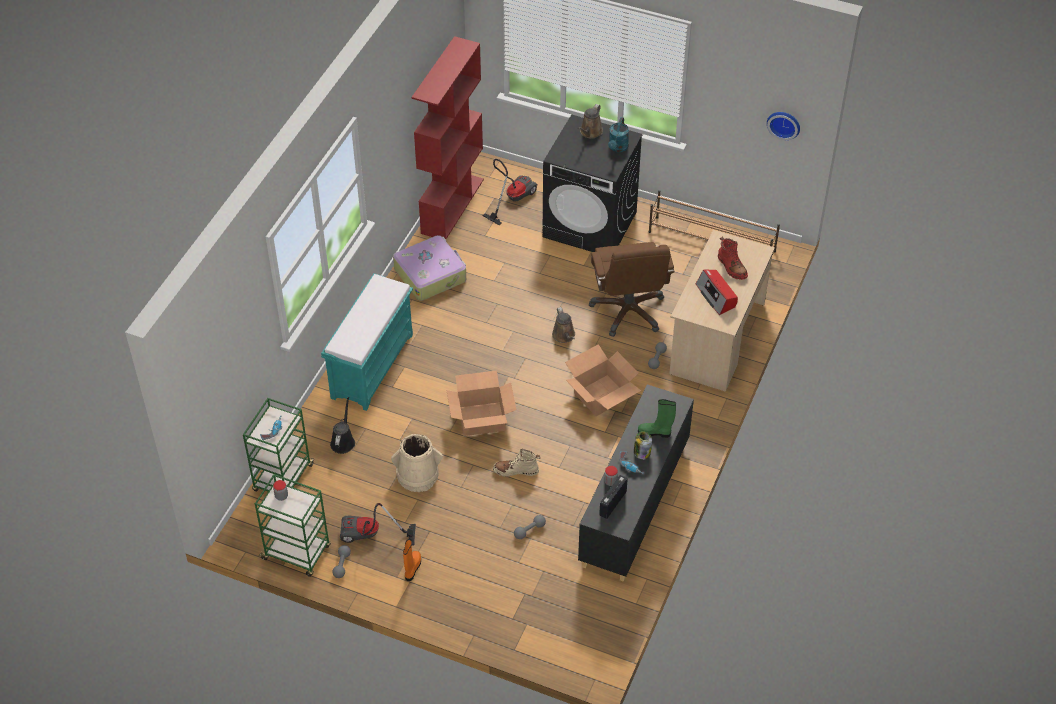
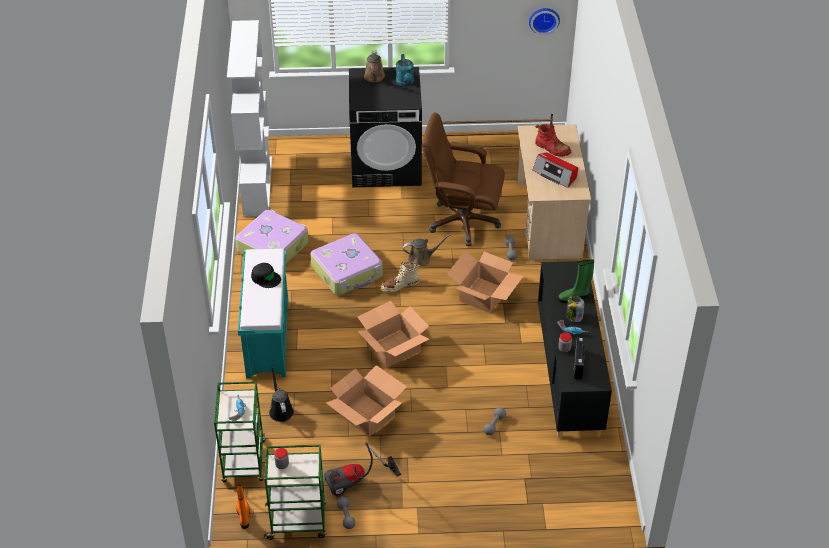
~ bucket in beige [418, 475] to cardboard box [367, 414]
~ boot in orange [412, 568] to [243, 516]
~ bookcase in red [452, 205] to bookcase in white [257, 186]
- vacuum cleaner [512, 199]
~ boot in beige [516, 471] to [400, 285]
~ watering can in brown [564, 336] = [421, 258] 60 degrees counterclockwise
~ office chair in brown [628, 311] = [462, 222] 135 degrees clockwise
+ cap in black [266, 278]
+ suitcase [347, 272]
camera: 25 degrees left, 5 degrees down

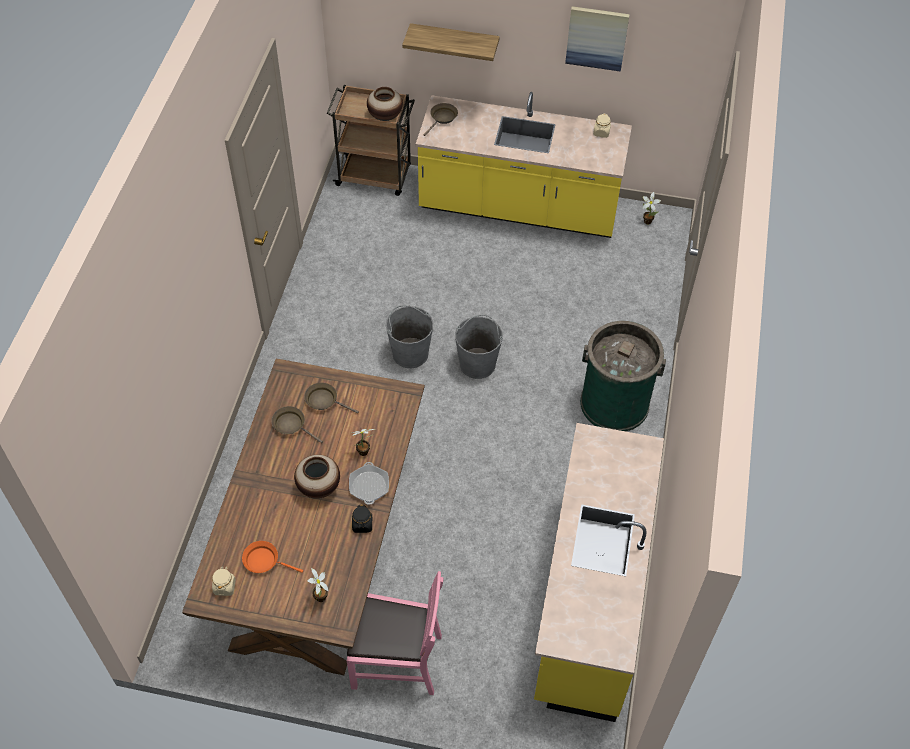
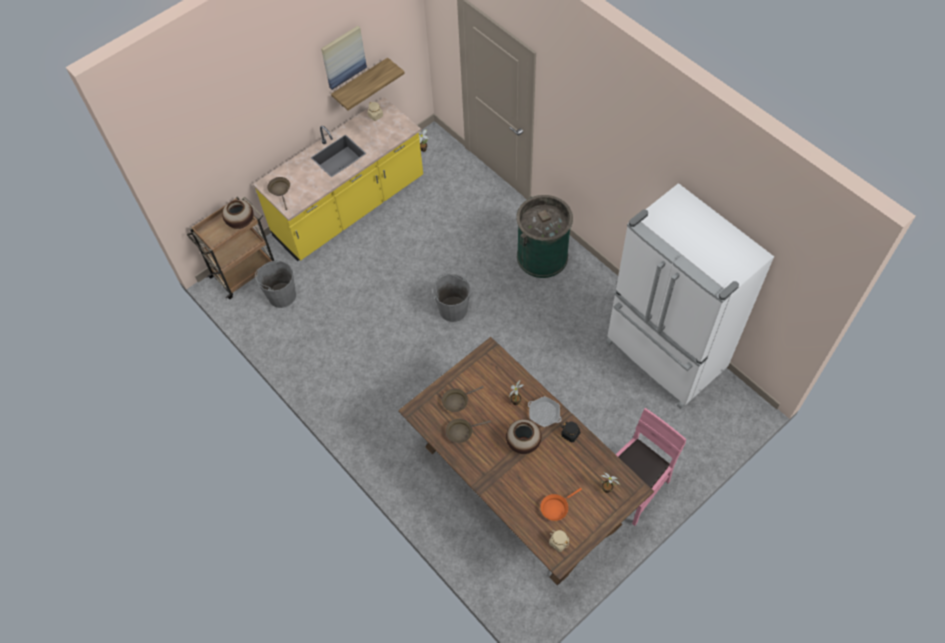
~ bucket in grey [410, 353] to [281, 295]
~ shelf [454, 41] to [361, 83]
~ counter in yellow [589, 598] to fridge in white [664, 357]
camera: 50 degrees left, 5 degrees up

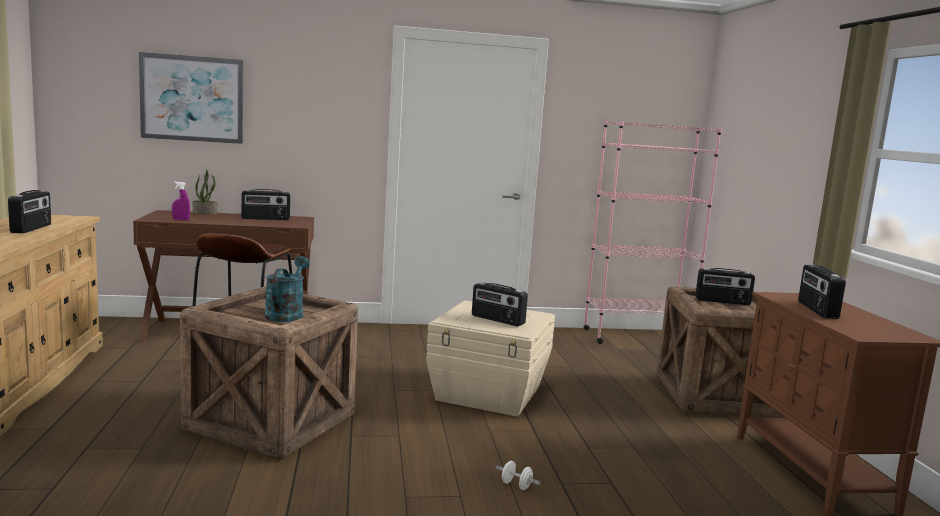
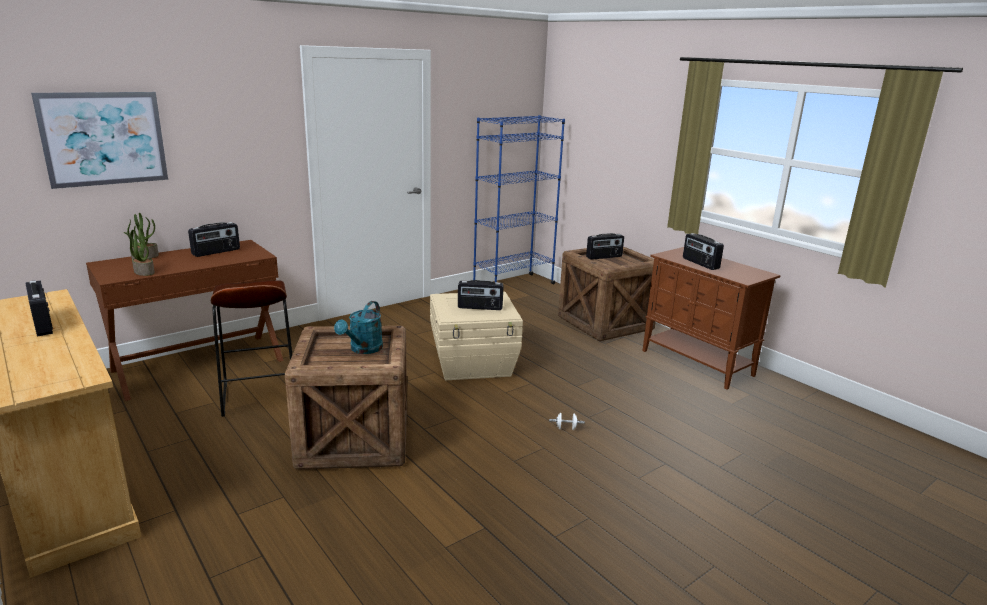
~ spray bottle in purple [181, 220] to potted plant [143, 272]
~ watering can in turquoise [286, 314] = [363, 350] 135 degrees counterclockwise
~ bookcase in pink [637, 337] to bookcase in blue [513, 286]
camera: 30 degrees left, 10 degrees up

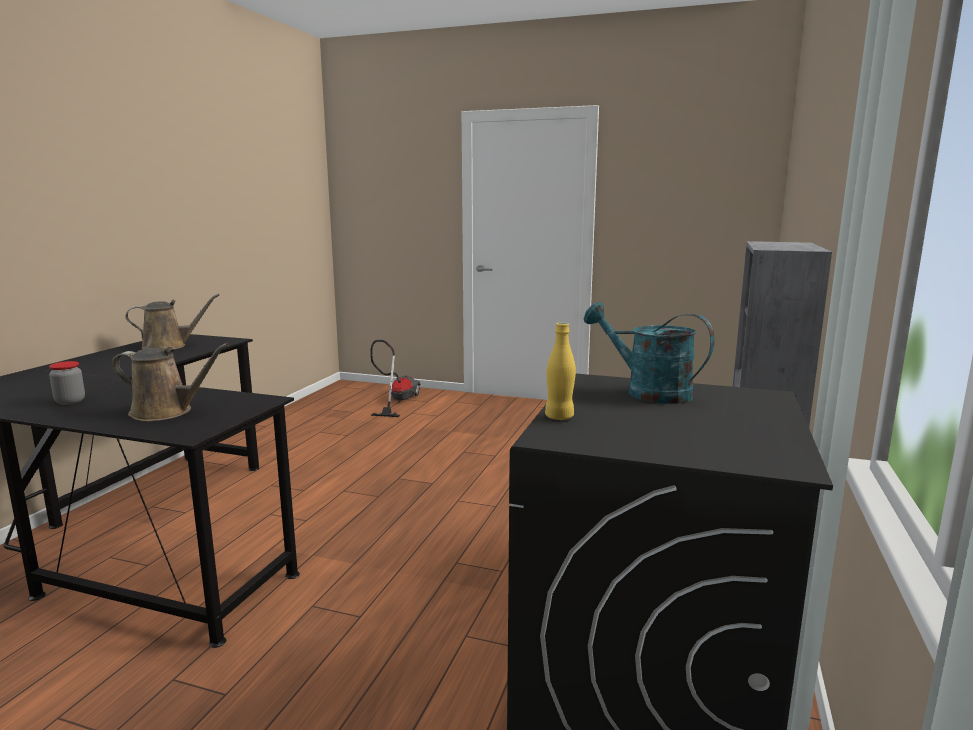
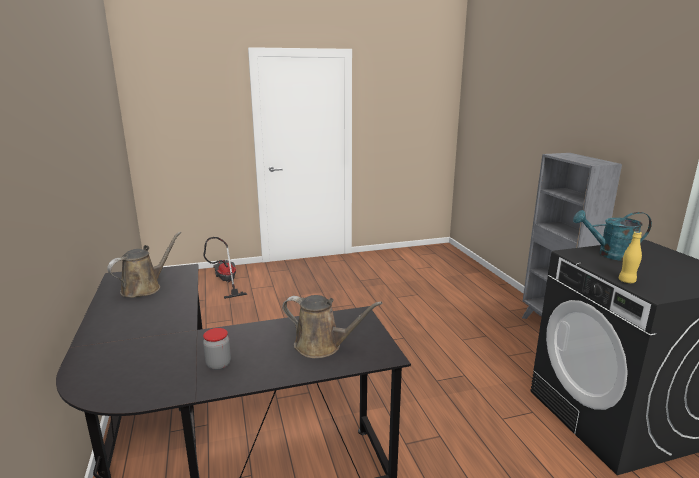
~ watering can in brown [166, 412] = [322, 346] 45 degrees clockwise
camera: 35 degrees left, 5 degrees up

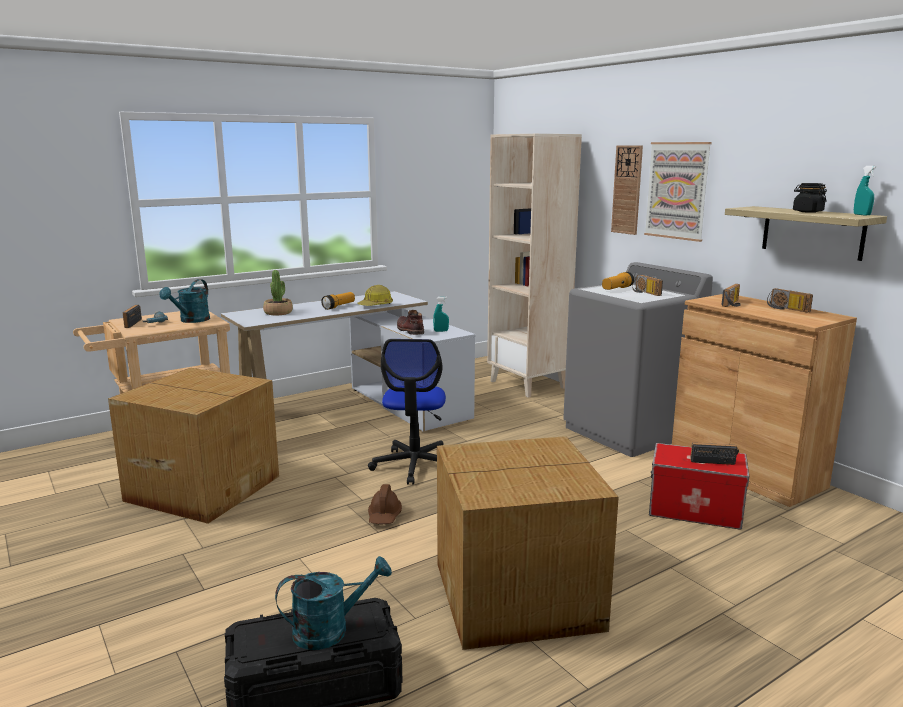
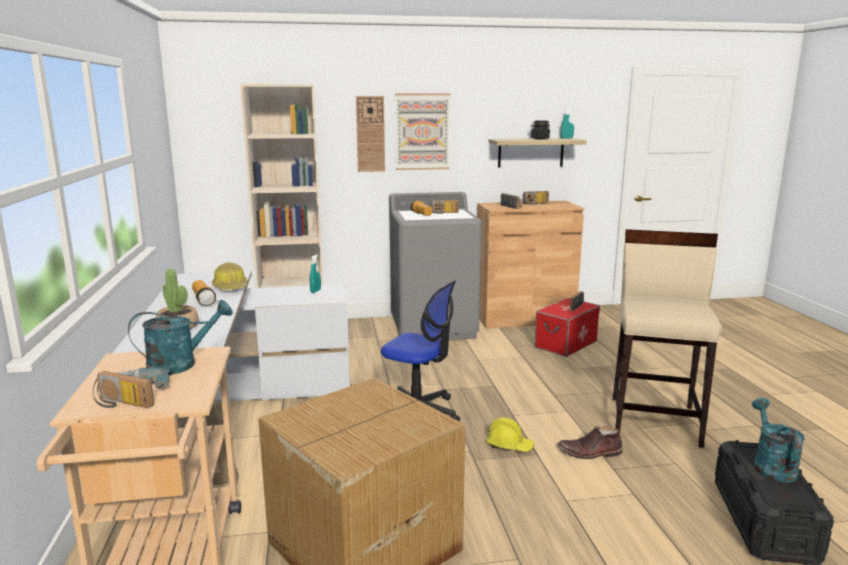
~ watering can in turquoise [191, 320] = [181, 364] 75 degrees counterclockwise
~ hard hat in brown [384, 516] to hard hat in yellow [510, 446]
~ boot in brown [409, 330] to [590, 453]
~ cardboard box [519, 596] to stool in beige [655, 420]
camera: 65 degrees left, 0 degrees up

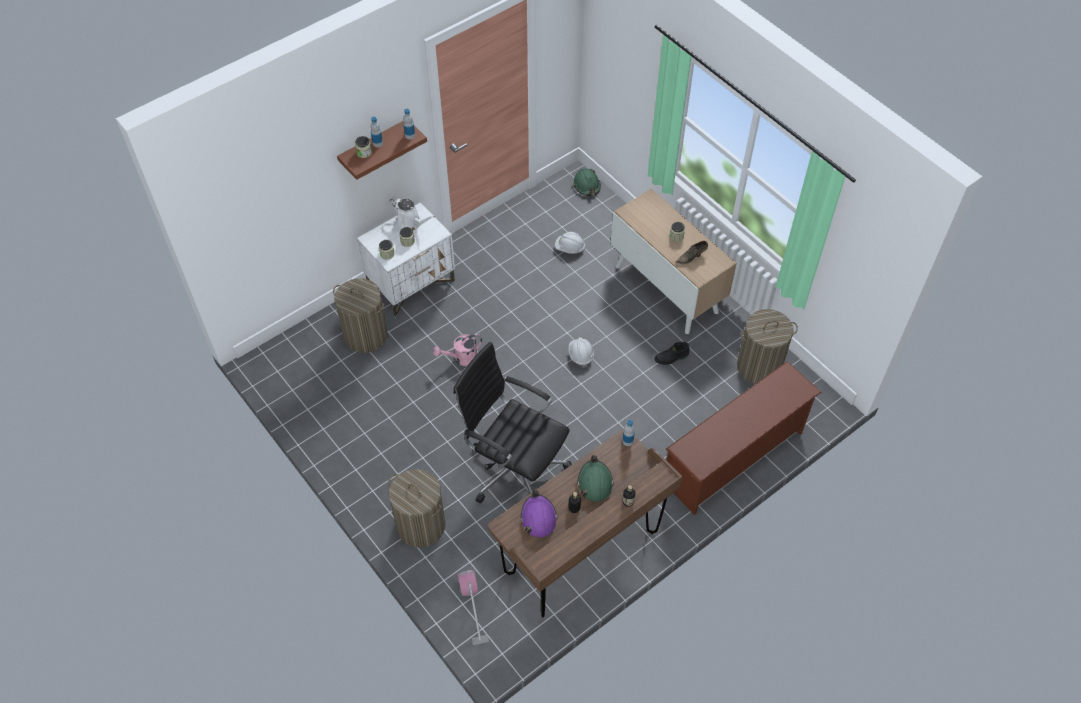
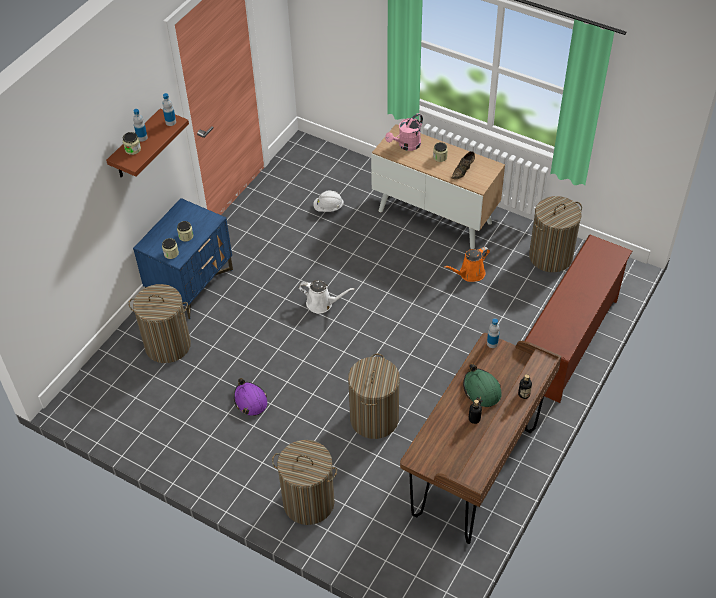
~ nightstand in white [411, 283] to nightstand in blue [191, 284]
~ watering can in white [411, 224] to [322, 304]
~ watering can in pink [461, 359] to [406, 145]
~ office chair in black [515, 468] to laundry basket [374, 418]
- vacuum cleaner [473, 608]
~ hard hat in purple [538, 518] to [250, 401]
- hard hat in white [580, 355]
- hard hat in green [587, 185]
~ boot in black [671, 358] to watering can in orange [470, 274]
camera: 20 degrees left, 5 degrees down

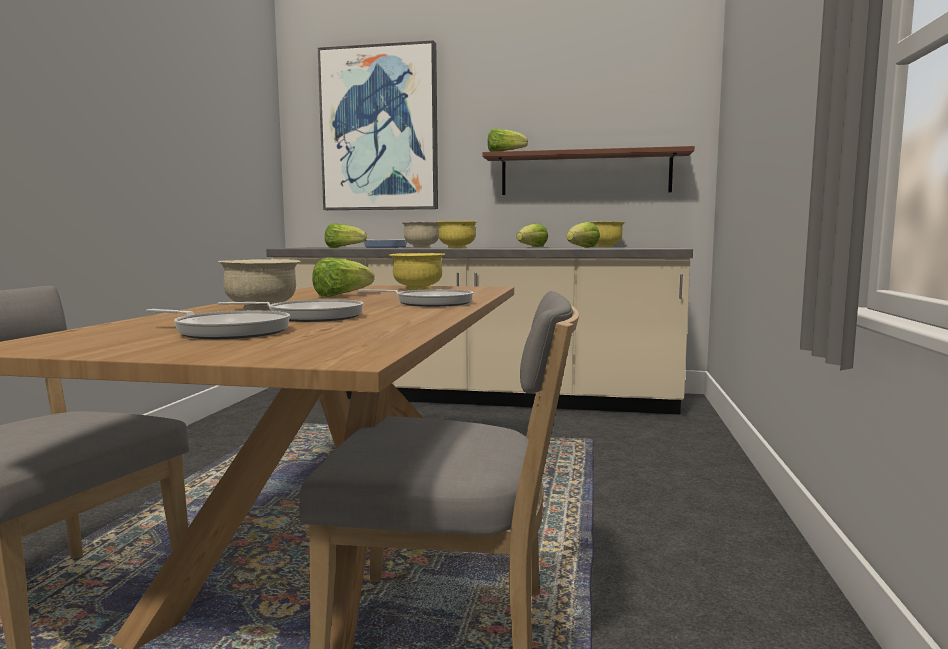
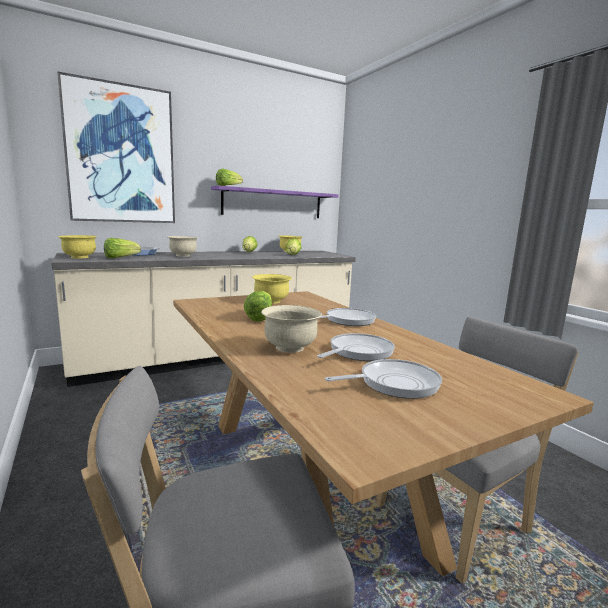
~ bowl in yellow [456, 248] to [79, 257]
~ shelf in brown [585, 173] to shelf in purple [273, 203]
camera: 40 degrees left, 5 degrees up

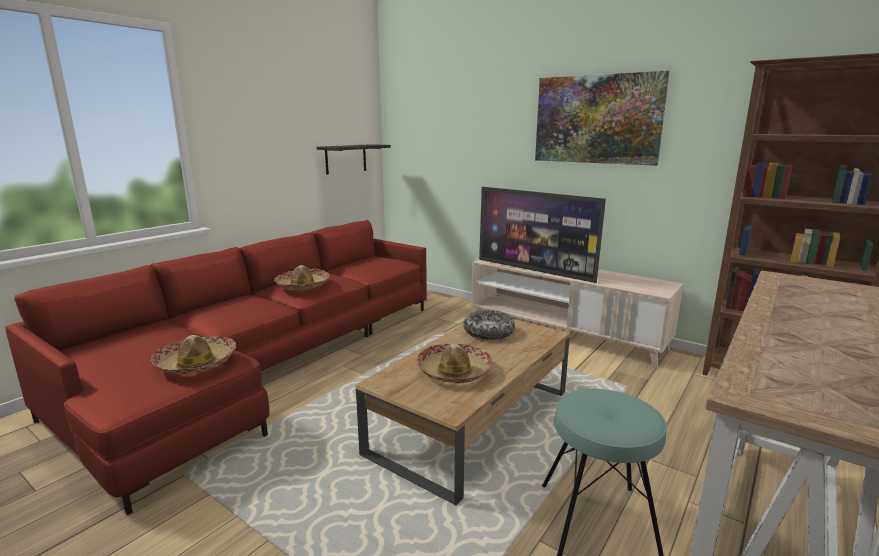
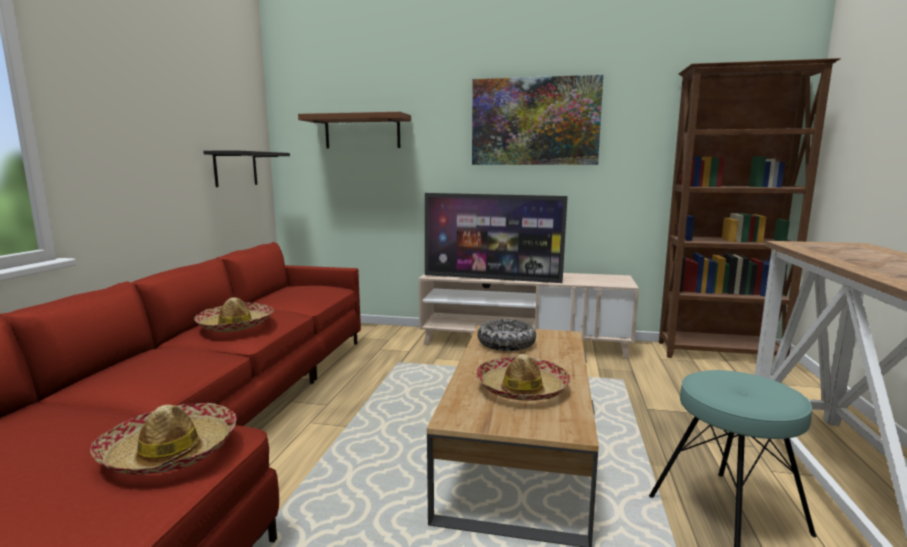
+ shelf in brown [362, 132]
camera: 25 degrees left, 5 degrees down

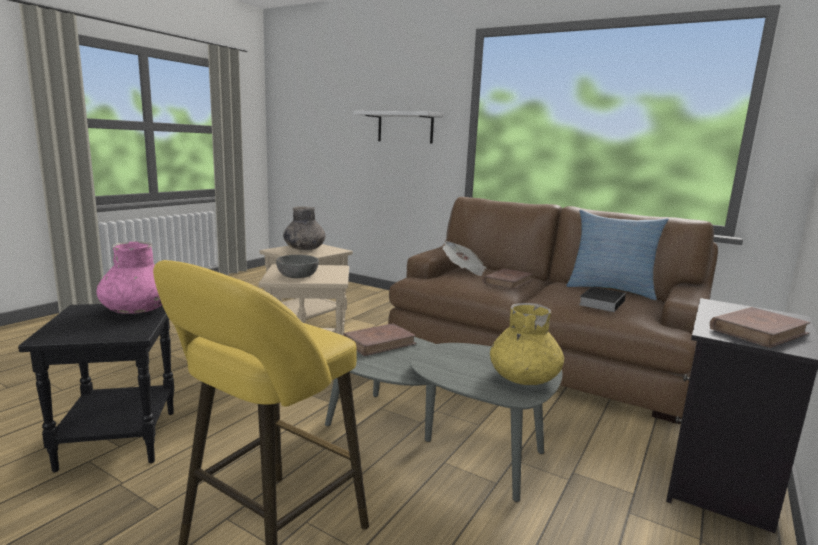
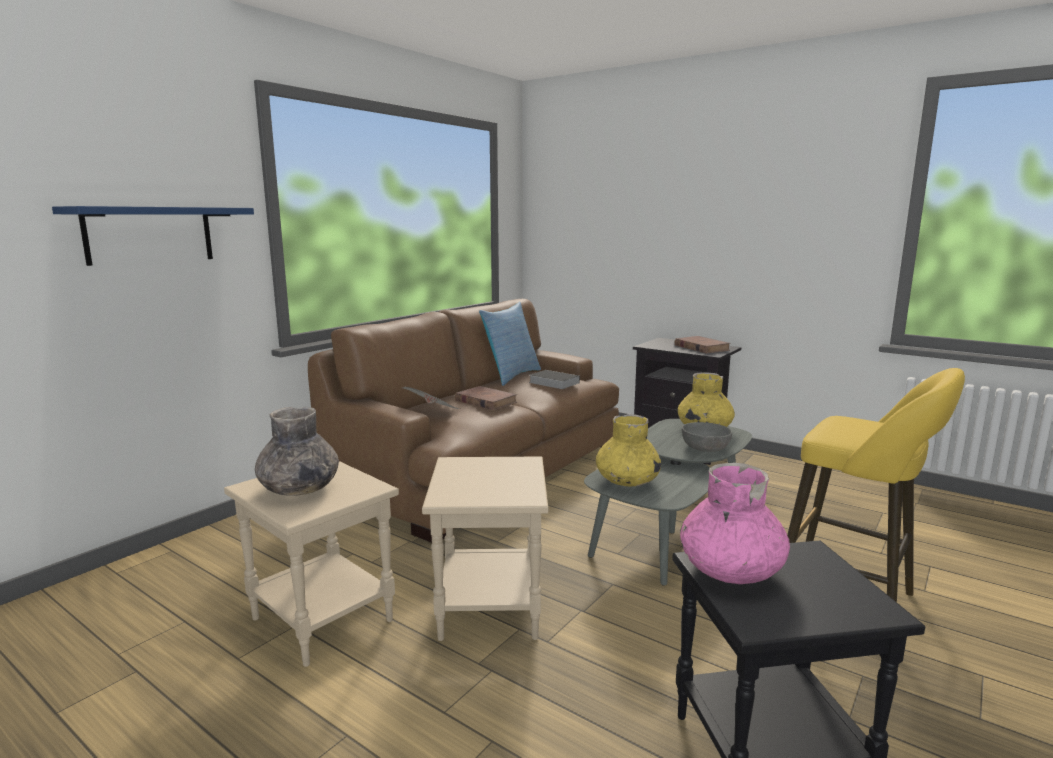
~ bowl in grey [297, 275] to [705, 447]
~ book in brown [379, 343] to vase in yellow [627, 481]
~ shelf in white [405, 127] to shelf in blue [150, 235]
camera: 85 degrees left, 0 degrees up

